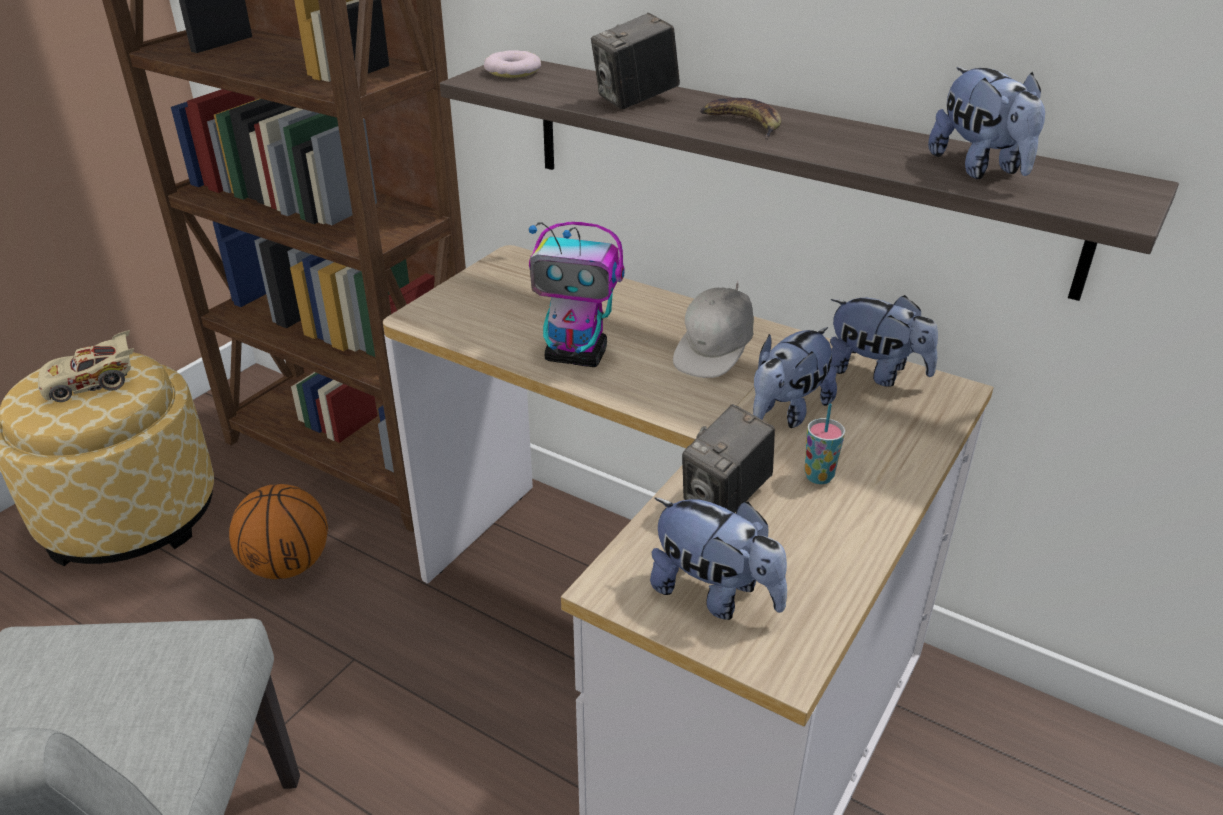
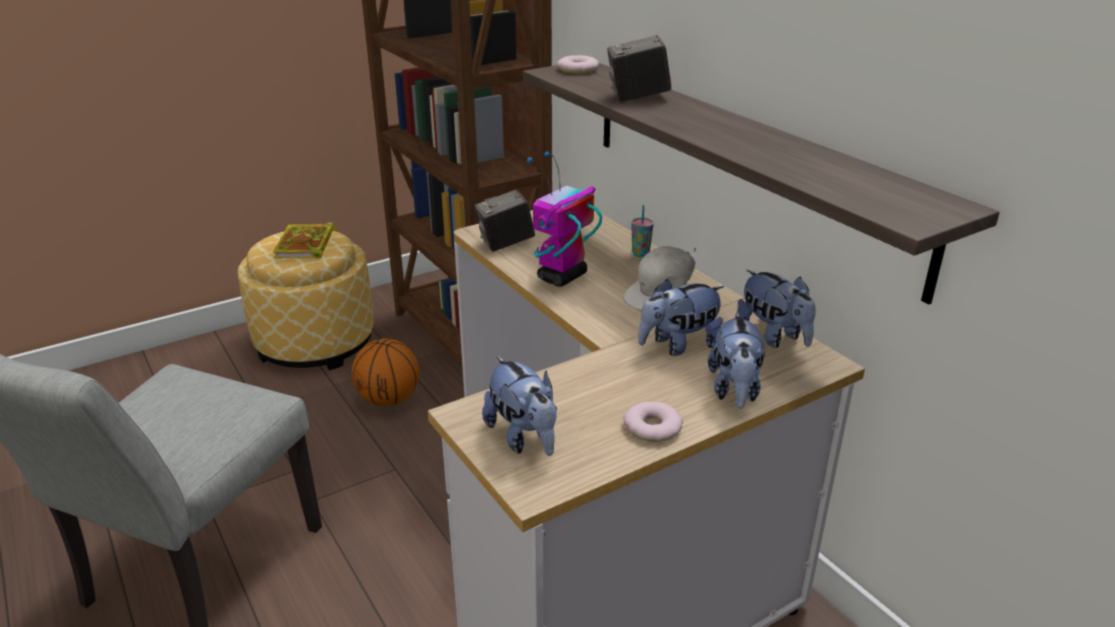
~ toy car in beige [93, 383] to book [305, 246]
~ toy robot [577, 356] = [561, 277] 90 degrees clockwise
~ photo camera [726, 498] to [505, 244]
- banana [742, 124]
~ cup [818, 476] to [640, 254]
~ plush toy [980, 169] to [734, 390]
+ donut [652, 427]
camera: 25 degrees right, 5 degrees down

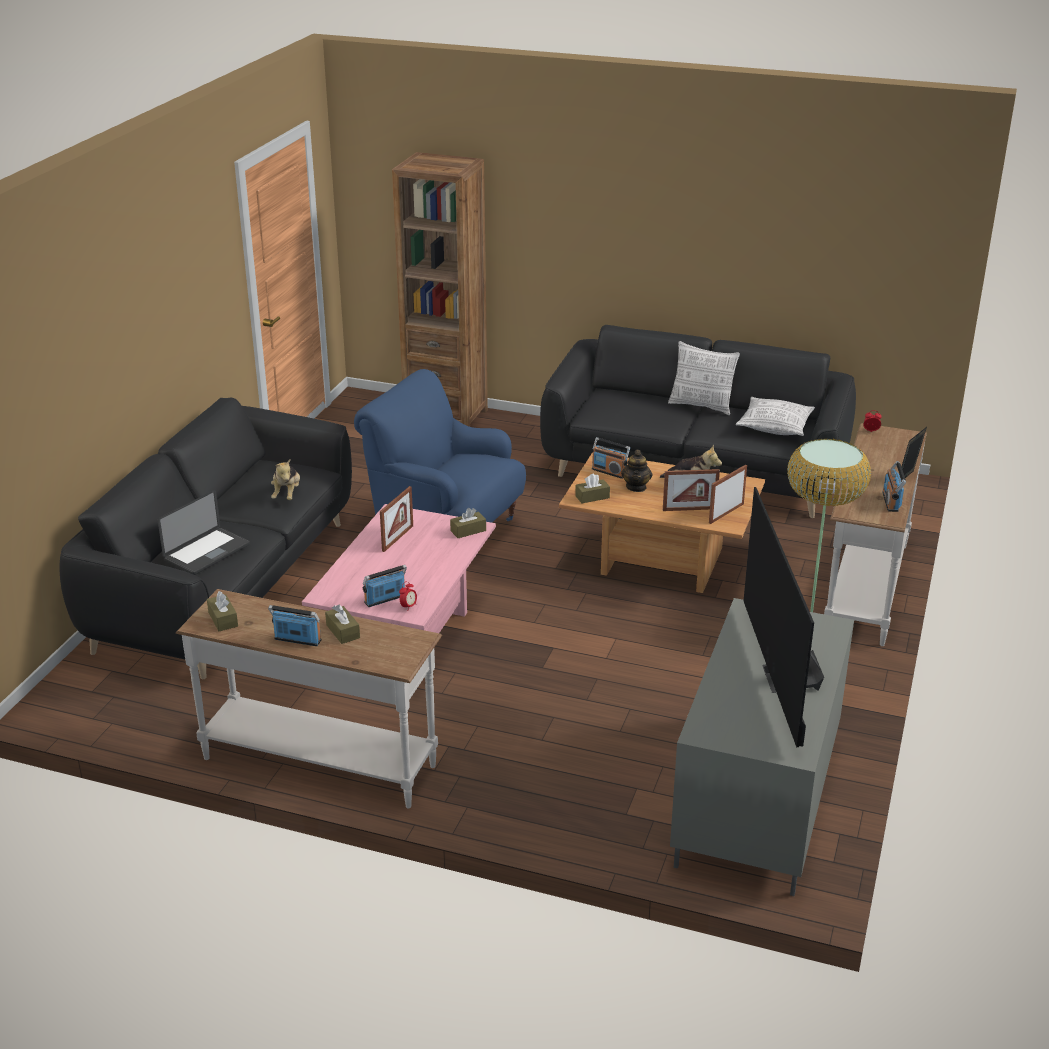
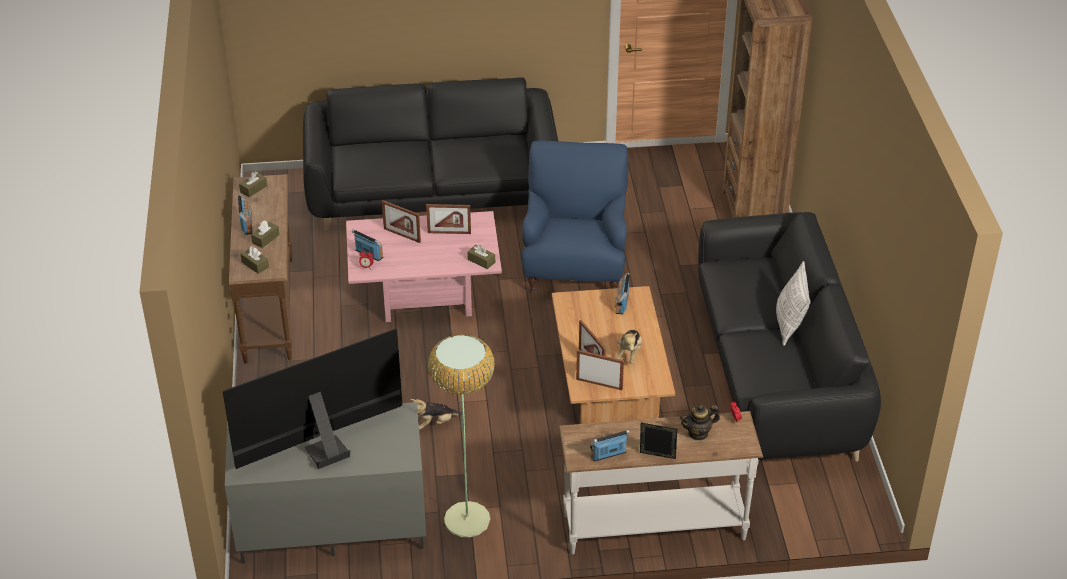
- laptop [207, 552]
~ console table in white [320, 760] to console table in brown [270, 309]
~ plush toy [287, 494] to [434, 423]
~ tissue box in brown [592, 497] to [255, 265]
~ teapot [636, 487] to [698, 433]
- pillow [775, 427]
+ picture frame [402, 235]
camera: 65 degrees right, 10 degrees up

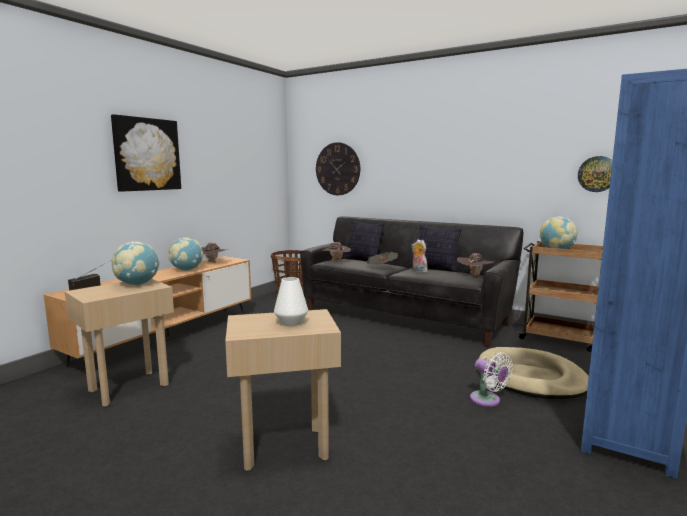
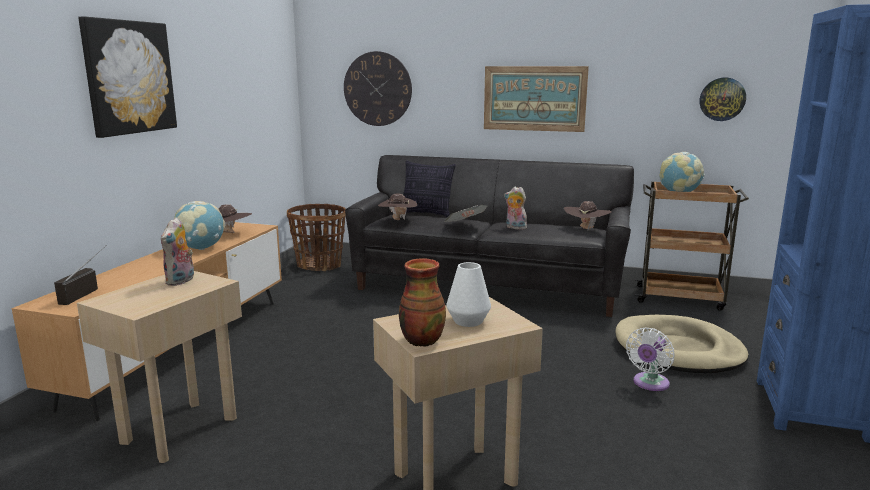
~ globe [137, 284] to plush toy [181, 281]
- pillow [436, 268]
~ fan in white [487, 400] = [649, 384] 90 degrees clockwise
+ vase [421, 340]
+ picture [534, 98]
camera: 15 degrees left, 5 degrees up

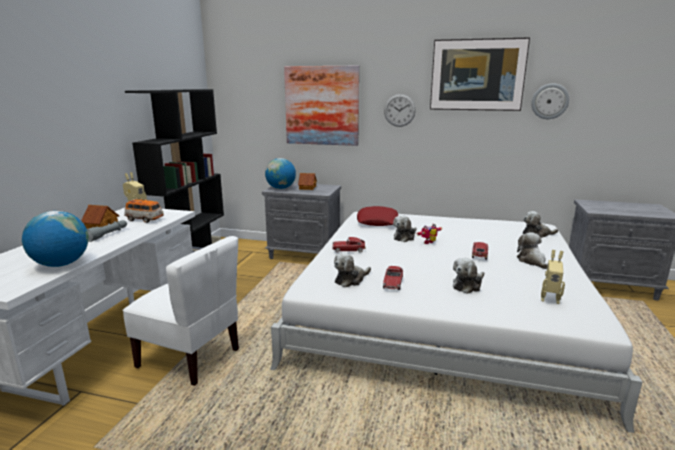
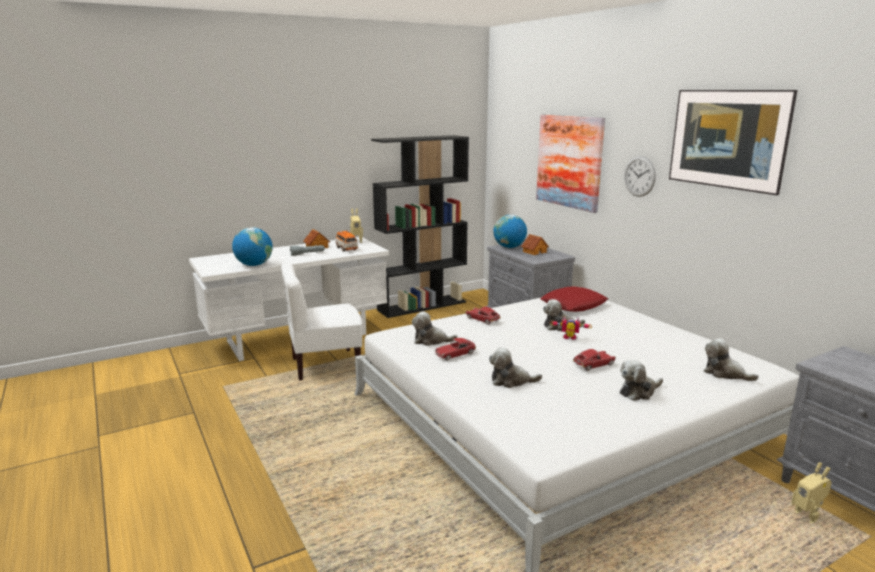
~ chair in white [190, 357] = [325, 365] 90 degrees clockwise
~ plush toy [532, 261] = [638, 392] 150 degrees counterclockwise
- wall clock [549, 101]
~ toy robot [549, 299] to [807, 516]
camera: 45 degrees right, 0 degrees up

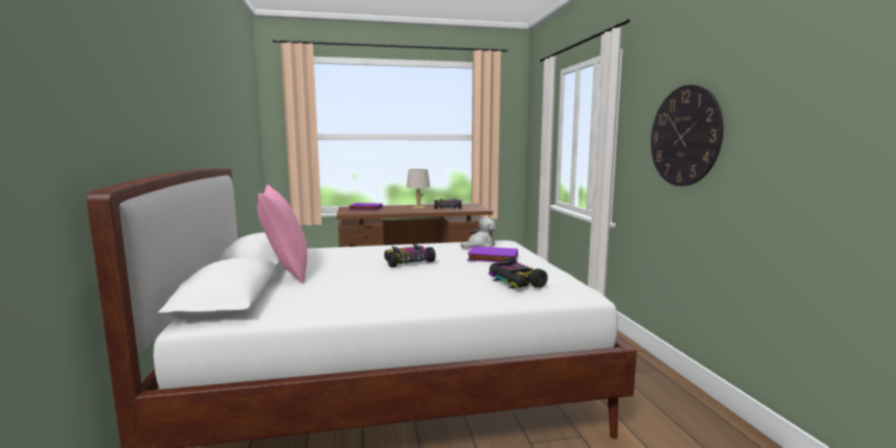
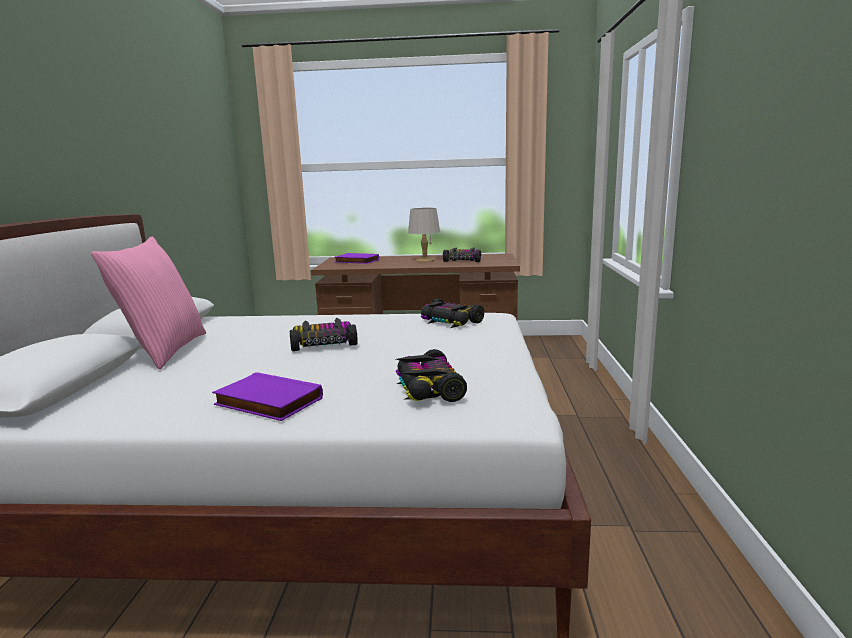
~ plush toy [480, 246] to toy car [450, 321]
~ book in purple [492, 258] to [266, 402]
- wall clock [684, 136]
camera: 15 degrees right, 5 degrees up

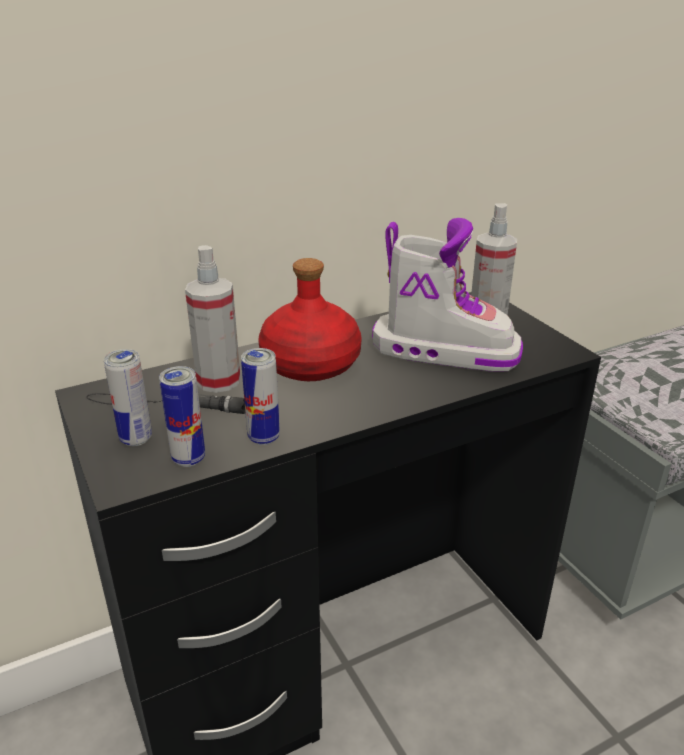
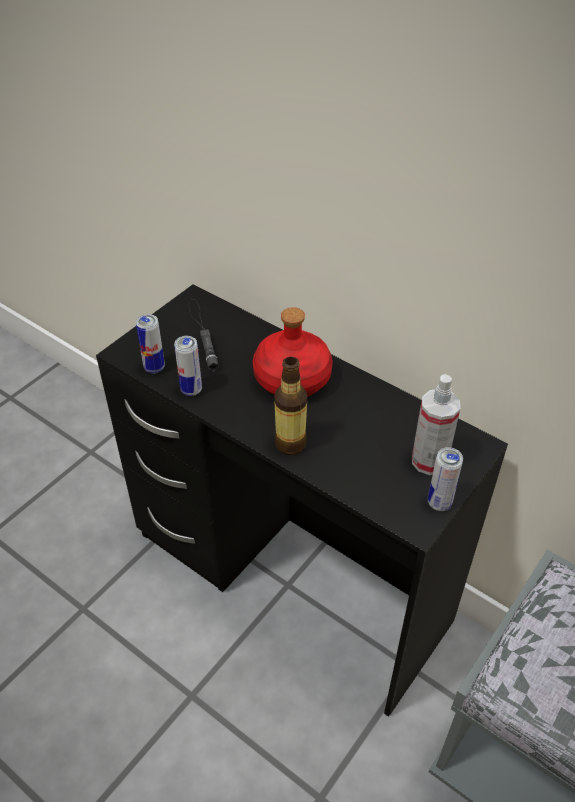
~ can [136, 439] to [439, 503]
- spray bottle [218, 380]
- boot [444, 350]
+ bottle [290, 444]
camera: 65 degrees right, 15 degrees up

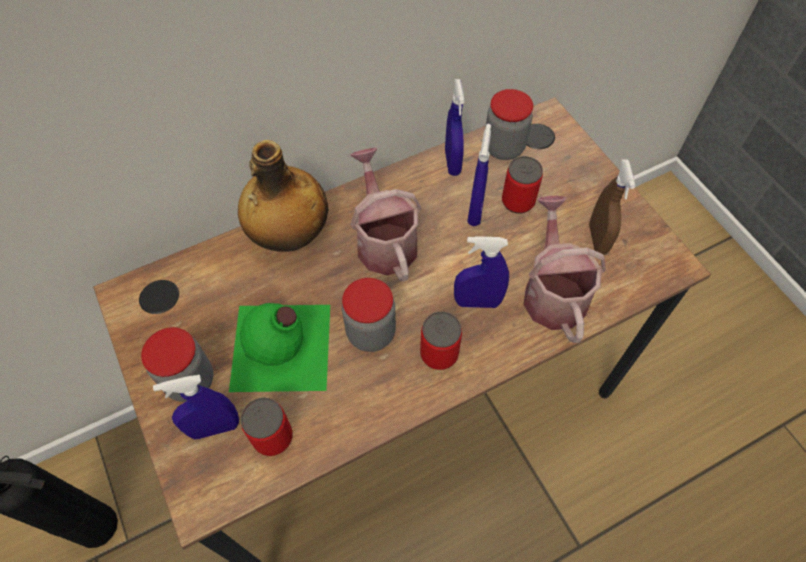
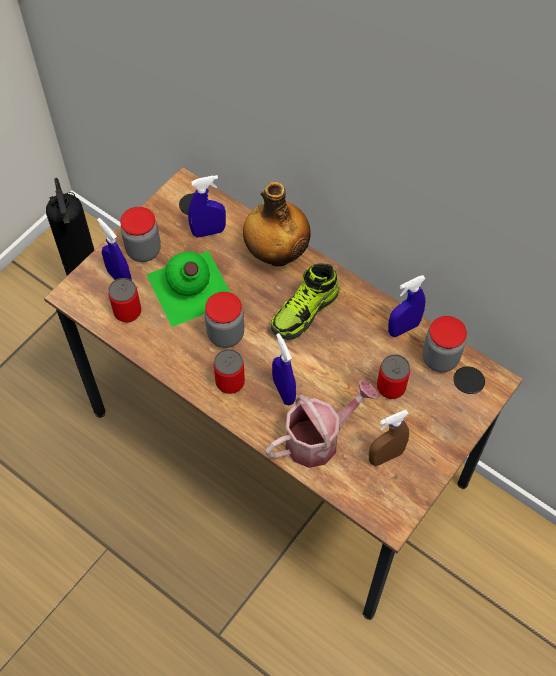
~ watering can [384, 240] to shoe [305, 312]
~ spray bottle in blue [475, 211] to [208, 232]
camera: 65 degrees right, 0 degrees up

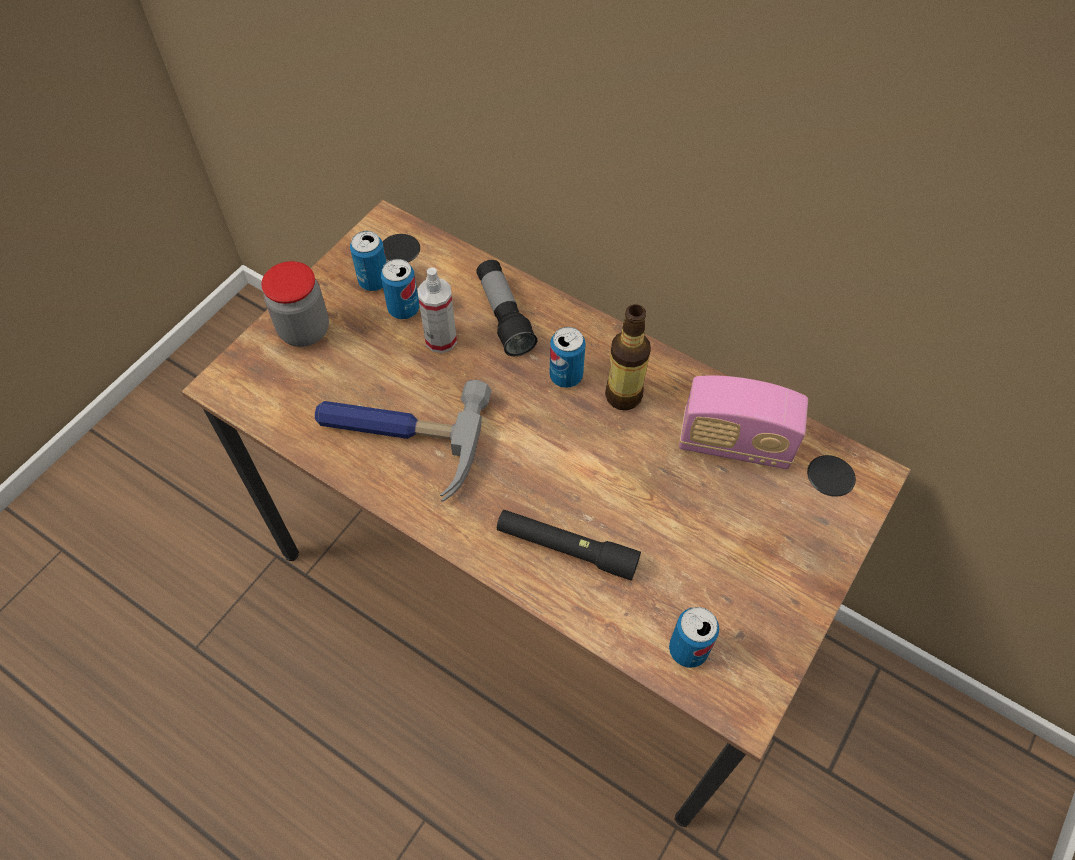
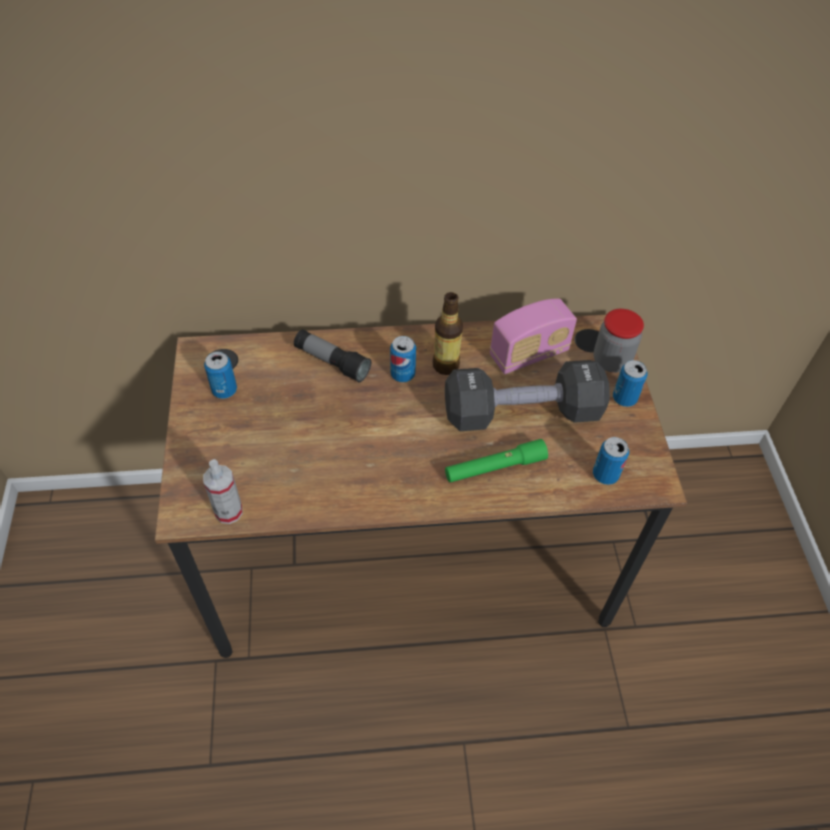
~ jar [304, 330] to [611, 361]
- hammer [398, 438]
~ can [403, 309] to [624, 398]
~ spray bottle [441, 340] to [229, 511]
~ flashlight in black [566, 548] to flashlight in green [495, 467]
+ dumbbell in black [522, 412]
camera: 40 degrees left, 5 degrees down

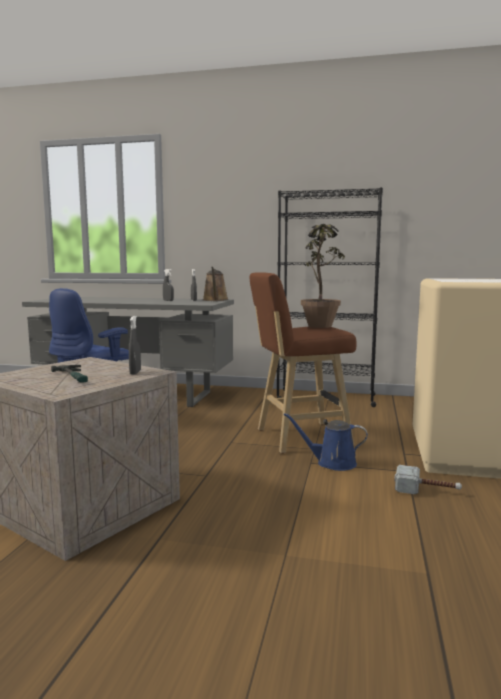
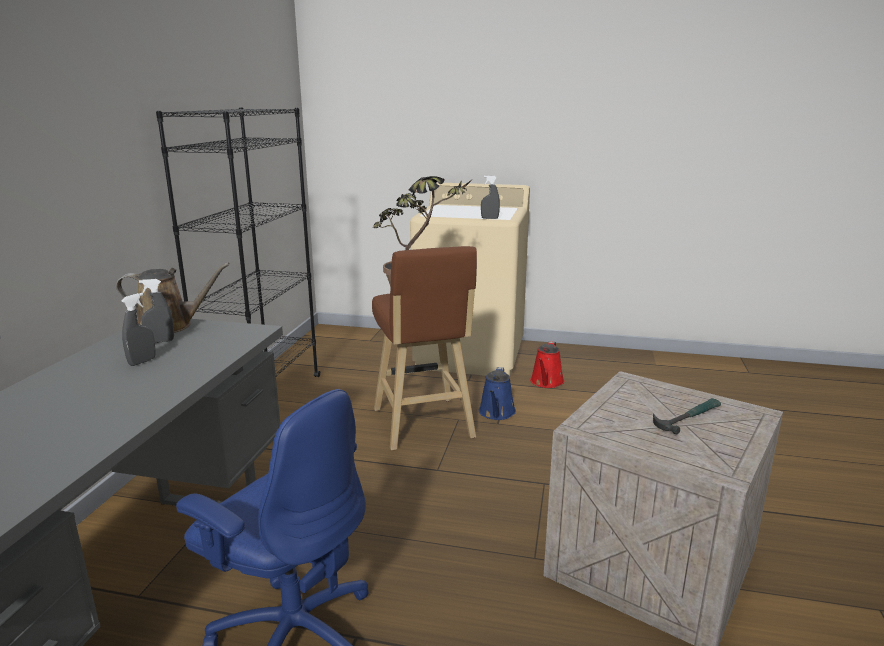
~ spray bottle in grey [135, 372] to [489, 218]
~ hammer [426, 491] to watering can in red [546, 382]
camera: 90 degrees left, 10 degrees up

